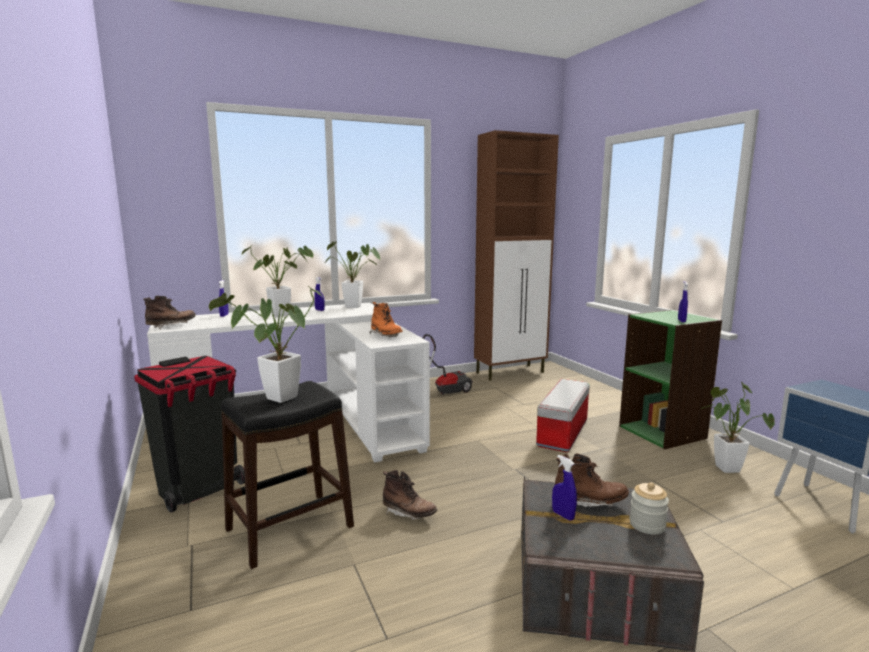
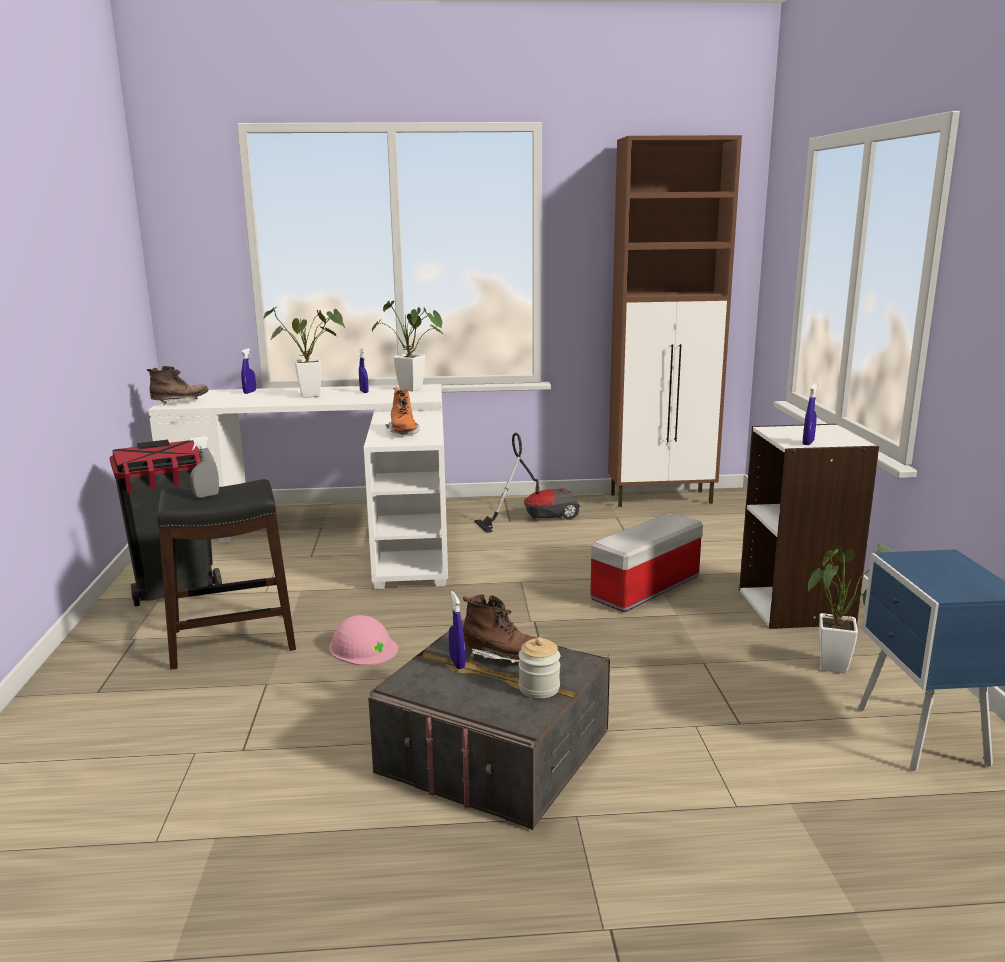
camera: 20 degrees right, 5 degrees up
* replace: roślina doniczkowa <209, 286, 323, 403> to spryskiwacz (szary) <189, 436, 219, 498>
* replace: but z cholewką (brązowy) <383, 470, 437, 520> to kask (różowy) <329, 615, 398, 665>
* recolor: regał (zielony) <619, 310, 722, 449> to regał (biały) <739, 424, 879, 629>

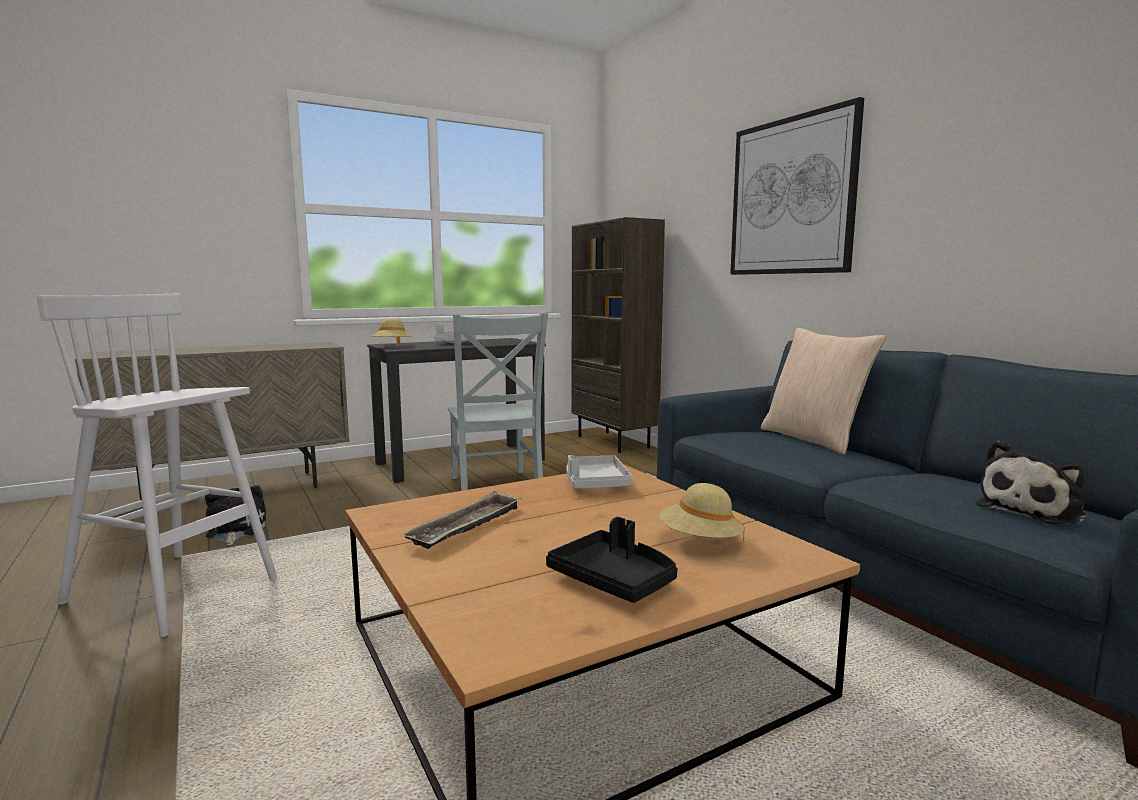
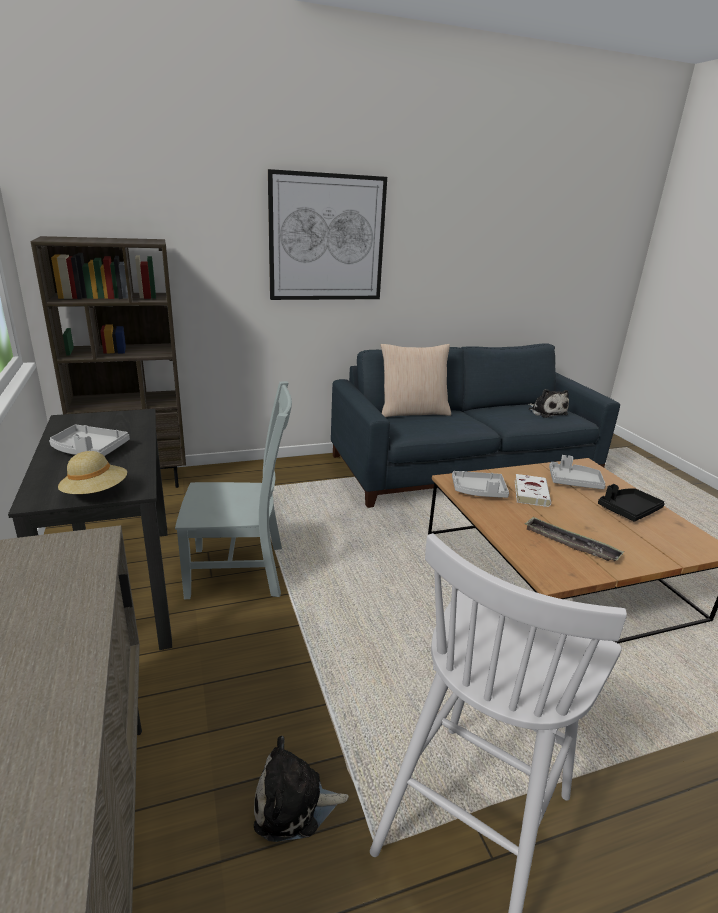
camera: 80 degrees left, 15 degrees up
* replace: kapelusz (beżowy) <659, 483, 745, 543> to taca (szary) <549, 455, 606, 489>
* insert: książka (biały) <515, 474, 551, 507>

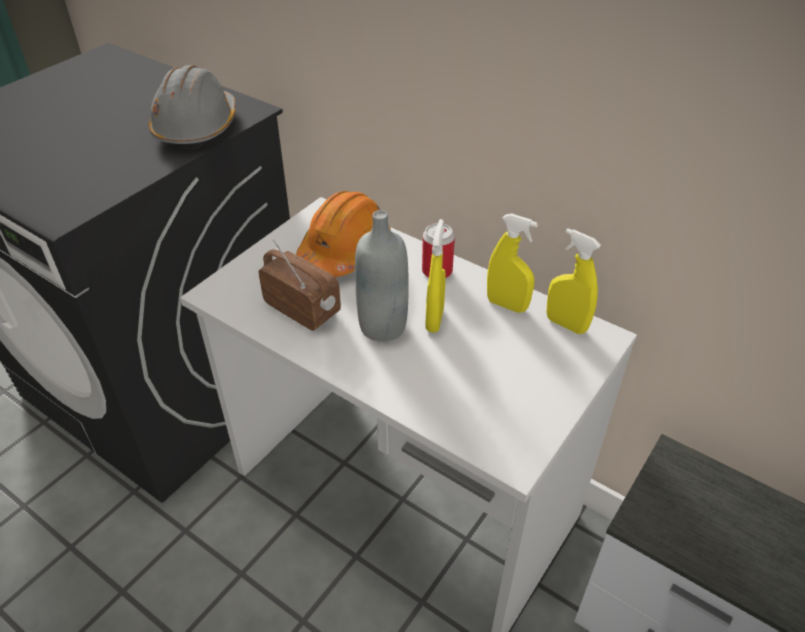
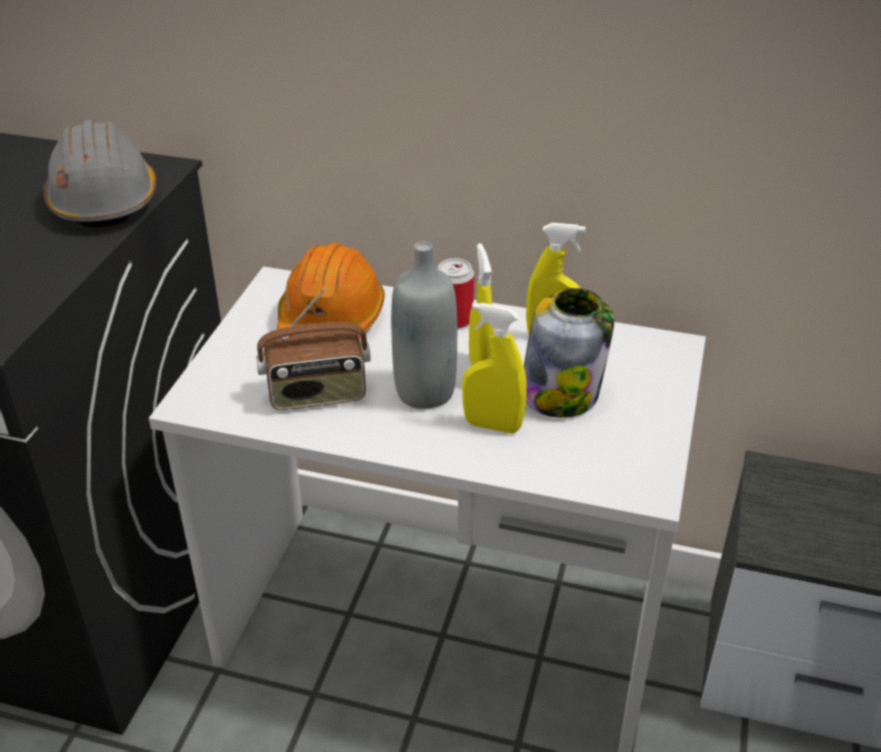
camera: 20 degrees left, 5 degrees down
* rotate: radio <259, 240, 341, 331> = <256, 288, 371, 410> 150 degrees clockwise
* move: spryskiwacz (żółty) <547, 228, 601, 334> to <462, 302, 527, 434>
* insert: słoik <524, 288, 615, 418>

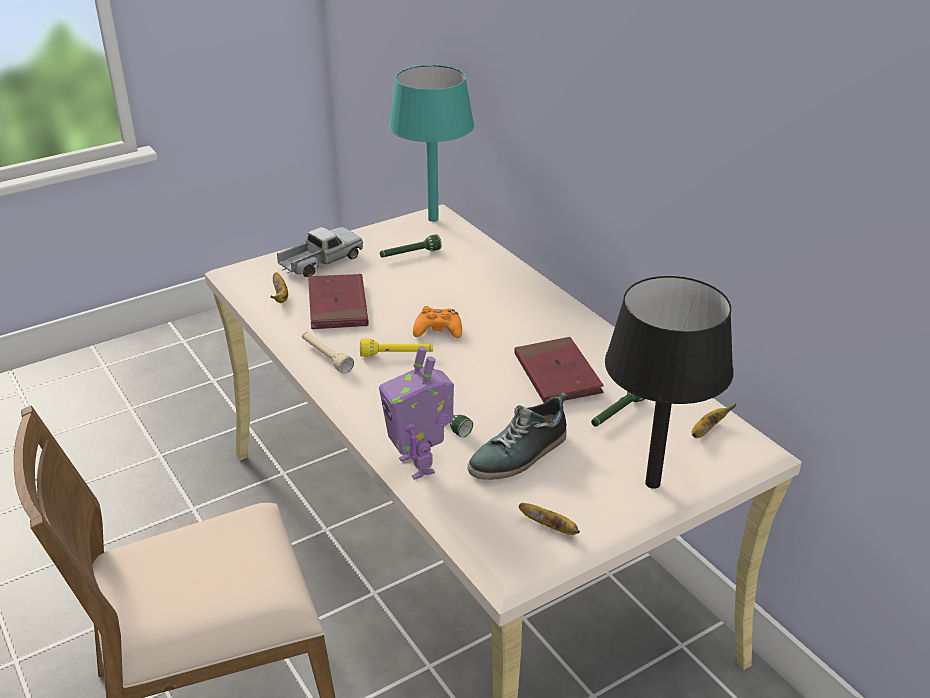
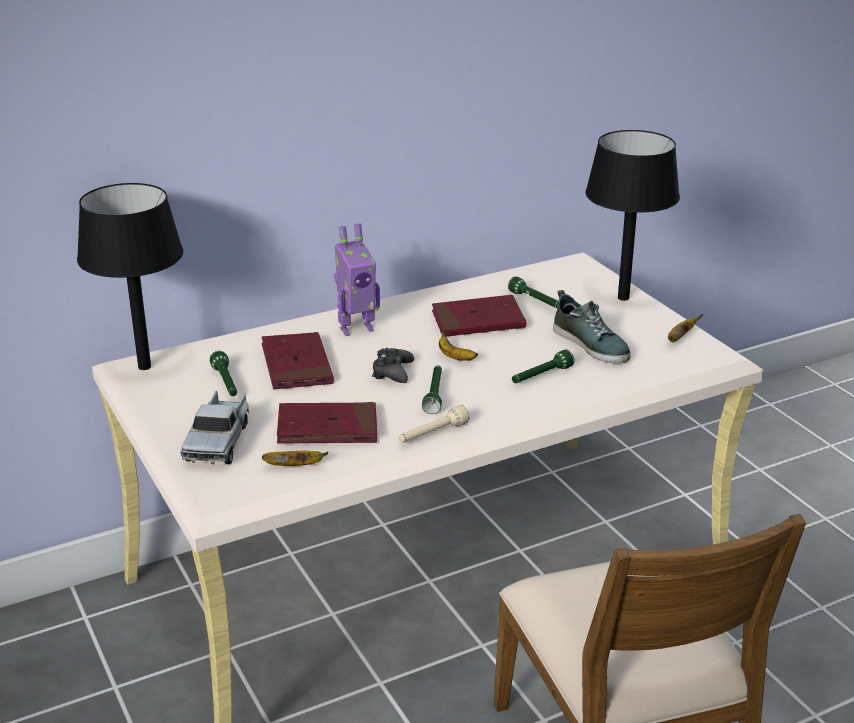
camera: 85 degrees left, 5 degrees down
* rotate: ciężarówka zabawkowa <277, 227, 363, 277> = <180, 391, 249, 464> 135 degrees counterclockwise
* recolor: latarka (żółty) <360, 338, 433, 357> to latarka (zielony) <422, 365, 442, 414>
* move: robot zabawkowy <379, 346, 454, 480> to <334, 224, 380, 336>
* recolor: lampa stołowa (turkusowy) <389, 65, 474, 222> to lampa stołowa (czarny) <77, 183, 183, 370>
* recolor: pad do gier (pomarańczowy) <413, 306, 462, 338> to pad do gier (czarny) <372, 348, 414, 383>
* move: banan <692, 404, 737, 438> to <439, 328, 478, 361>
* insert: książka (czerwony) <262, 332, 334, 389>

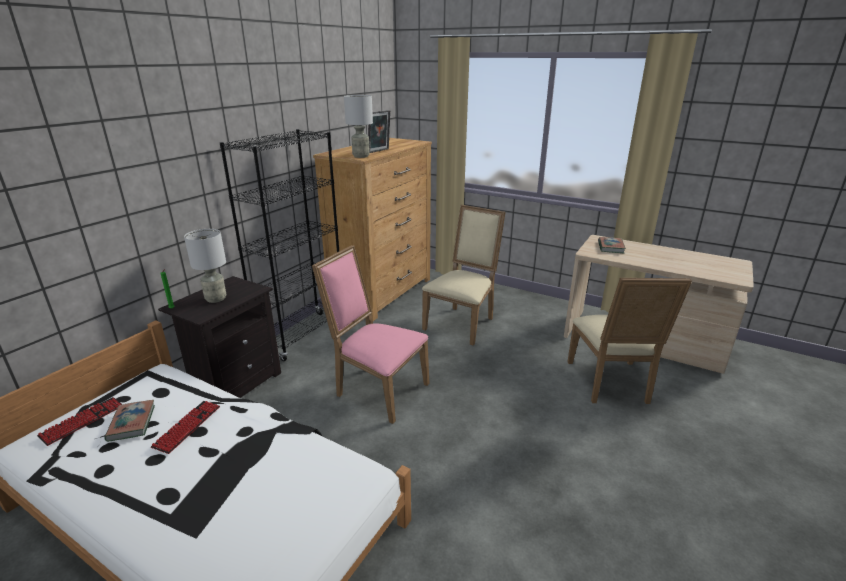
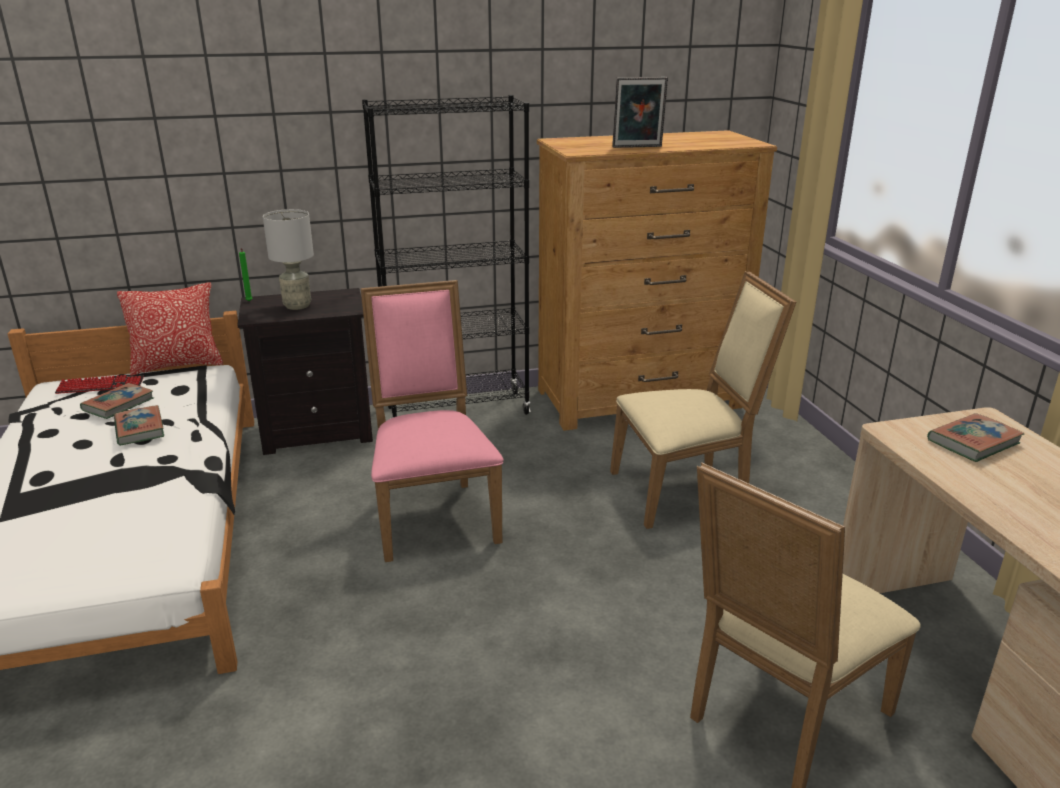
camera: 45 degrees right, 0 degrees up
* replace: klawiatura <151, 401, 220, 454> to książka <114, 405, 164, 446>
* delete: lampa stołowa (szary) <344, 95, 373, 158>
* insert: poduszka <117, 282, 223, 376>

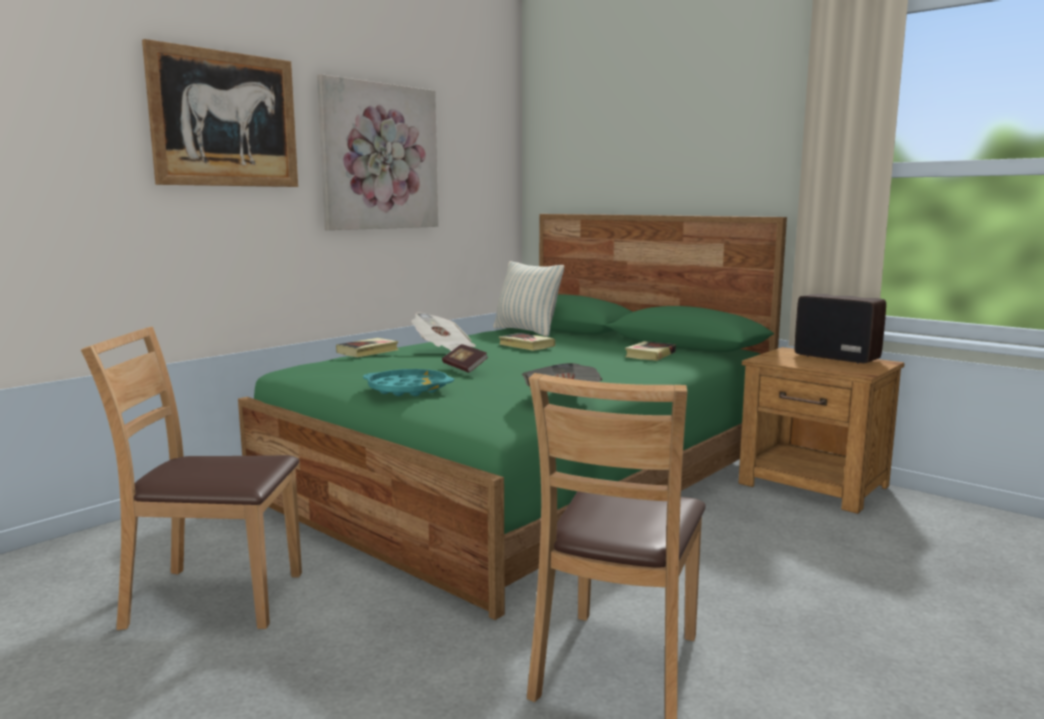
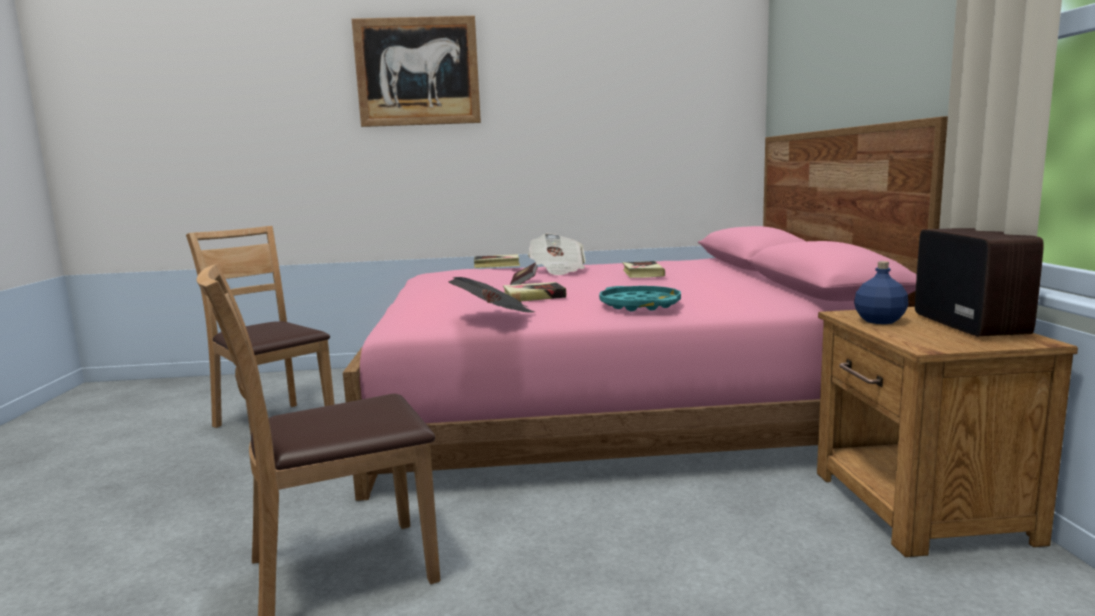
camera: 45 degrees right, 0 degrees up
* recolor: łóżko (zielony) <238, 214, 787, 620> to łóżko (różowy) <343, 116, 948, 501>
* delete: obraz <317, 74, 438, 230>
* move: taca (turkusowy) <363, 369, 454, 396> to <599, 286, 681, 311>
* delete: poduszka <493, 261, 564, 337>
* move: książka <625, 341, 676, 361> to <503, 282, 566, 302>
* insert: butelka (niebieski) <854, 261, 908, 324>

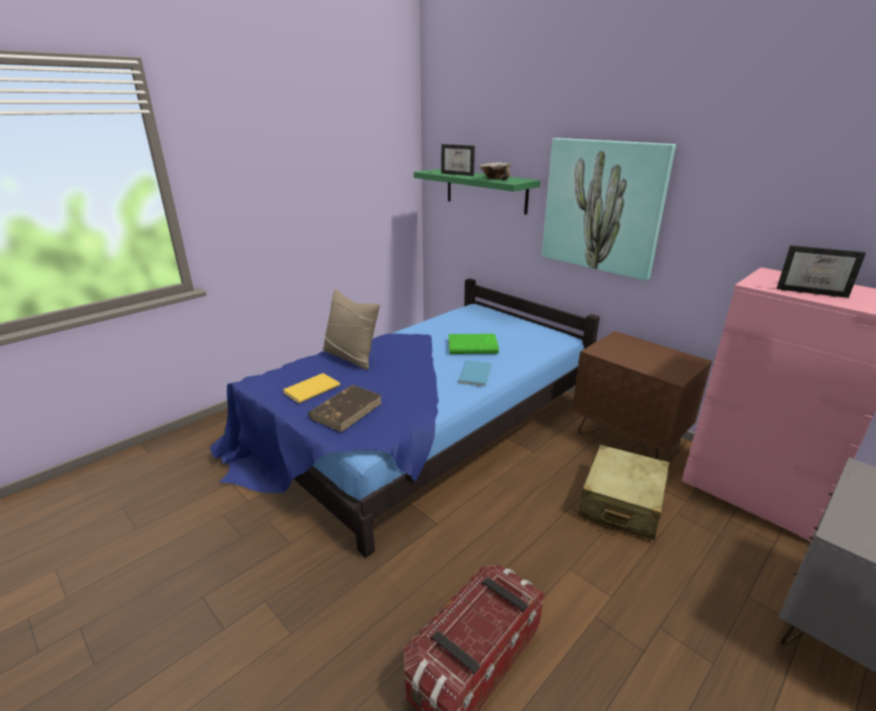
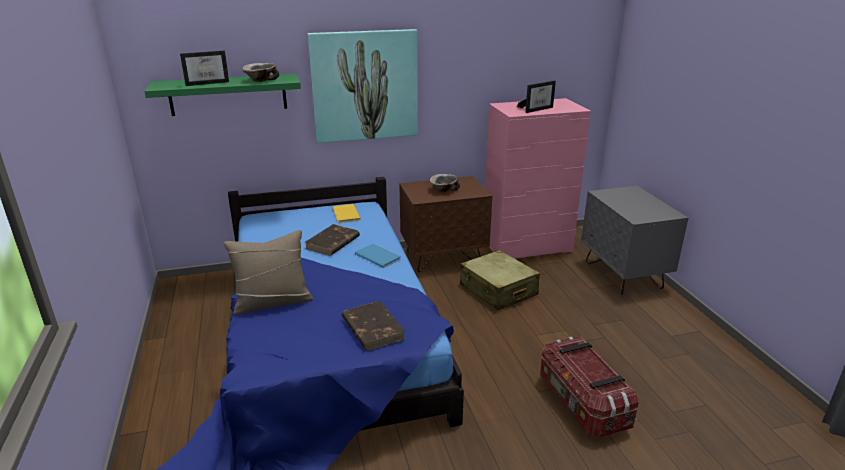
camera: 60 degrees left, 0 degrees up
* move: książka (żółty) <283, 373, 340, 403> to <333, 204, 361, 223>
* recolor: książka (zielony) <448, 334, 499, 354> to książka (brązowy) <305, 224, 360, 256>
* insert: miska <430, 174, 460, 192>

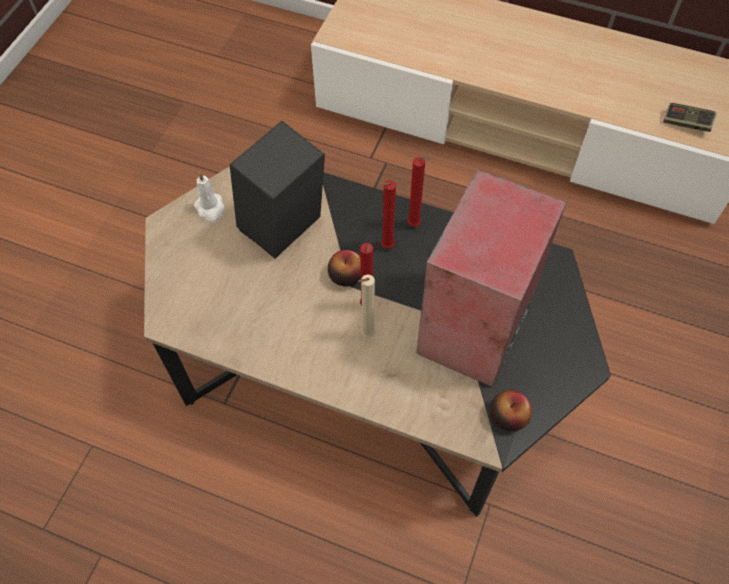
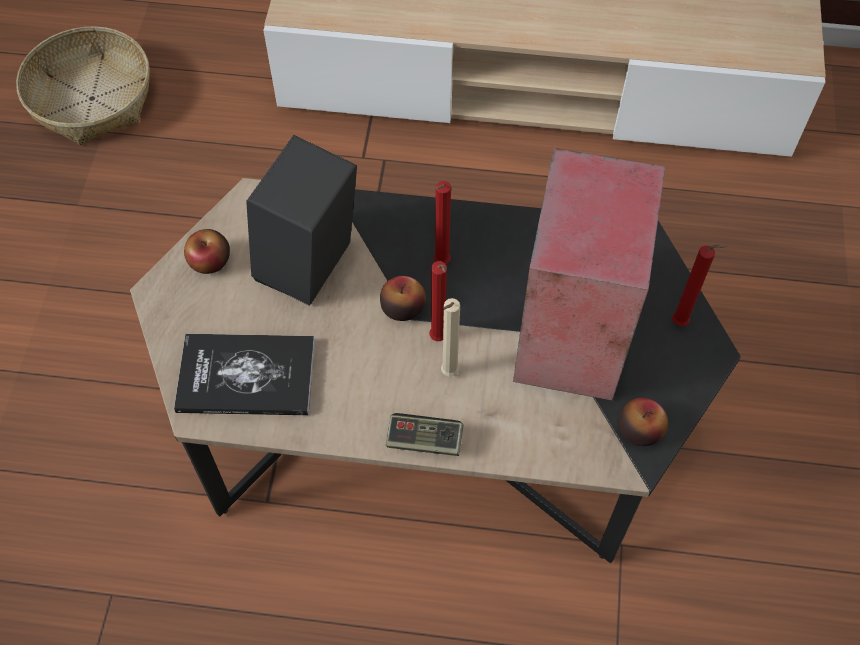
camera: 15 degrees left, 0 degrees up
* replace: świeca (biały) <194, 172, 225, 222> to jabłko <184, 229, 230, 274>
* move: świeca (czerwony) <407, 156, 432, 227> to <672, 244, 728, 326>
* move: pad do gier <663, 103, 716, 132> to <386, 413, 464, 456>
* insert: koszyk <16, 27, 150, 145>
* insert: książka <174, 334, 315, 415>

